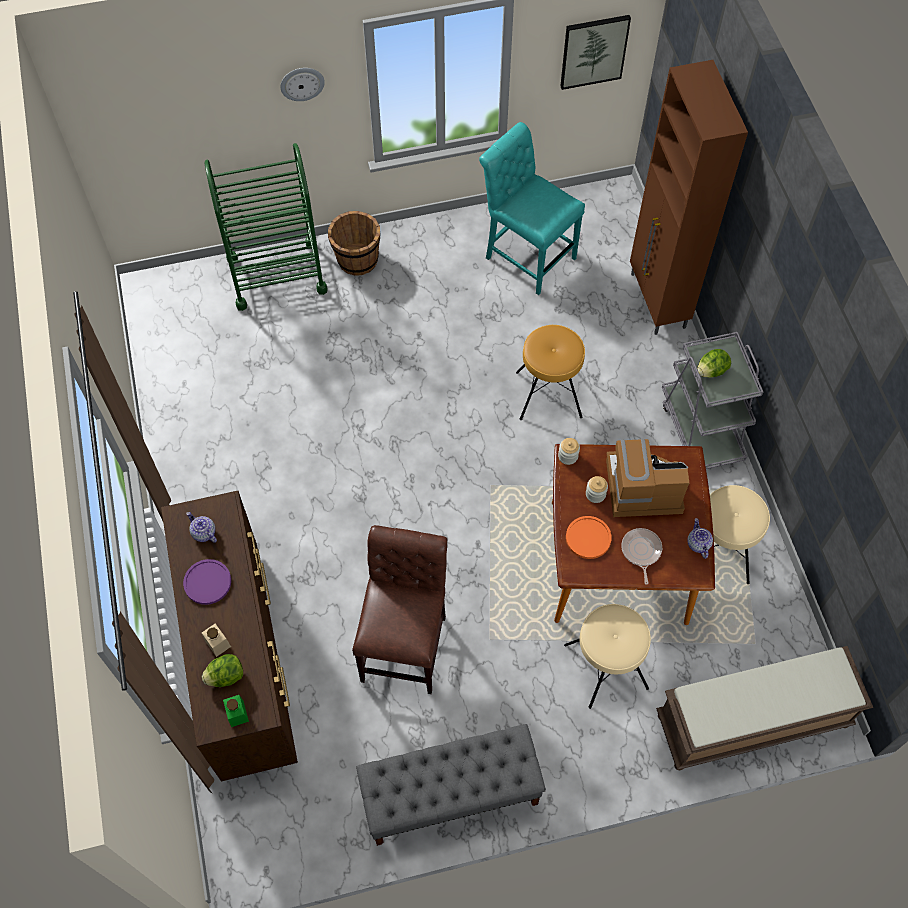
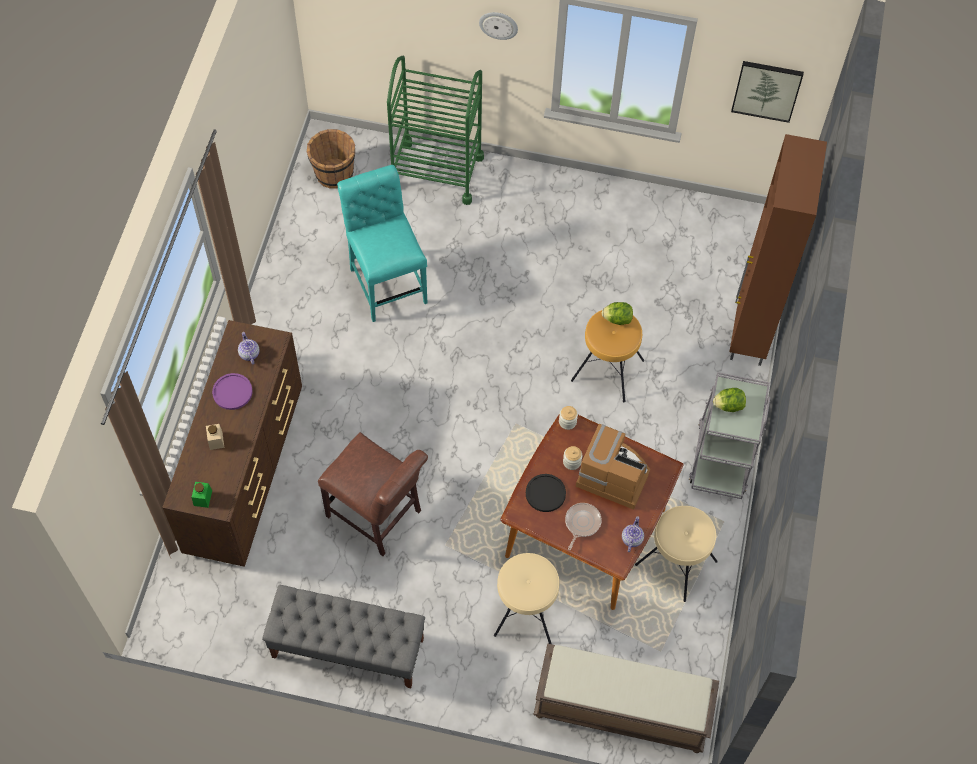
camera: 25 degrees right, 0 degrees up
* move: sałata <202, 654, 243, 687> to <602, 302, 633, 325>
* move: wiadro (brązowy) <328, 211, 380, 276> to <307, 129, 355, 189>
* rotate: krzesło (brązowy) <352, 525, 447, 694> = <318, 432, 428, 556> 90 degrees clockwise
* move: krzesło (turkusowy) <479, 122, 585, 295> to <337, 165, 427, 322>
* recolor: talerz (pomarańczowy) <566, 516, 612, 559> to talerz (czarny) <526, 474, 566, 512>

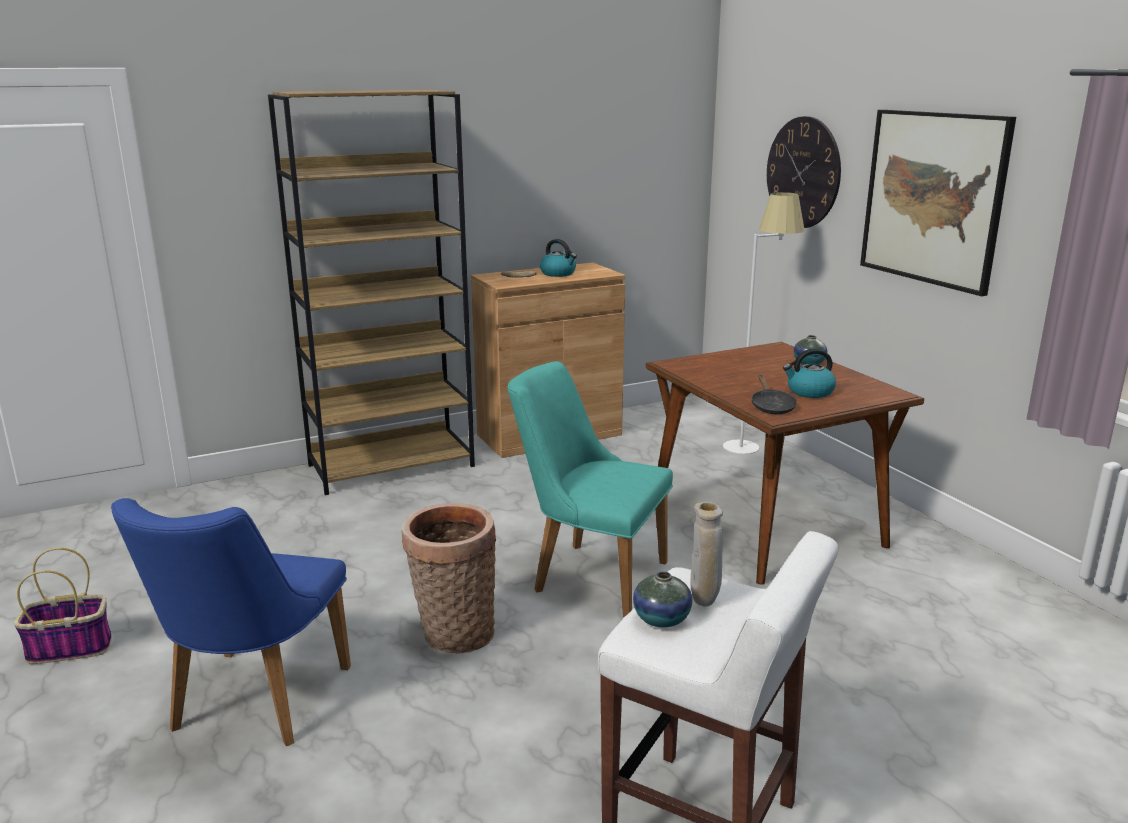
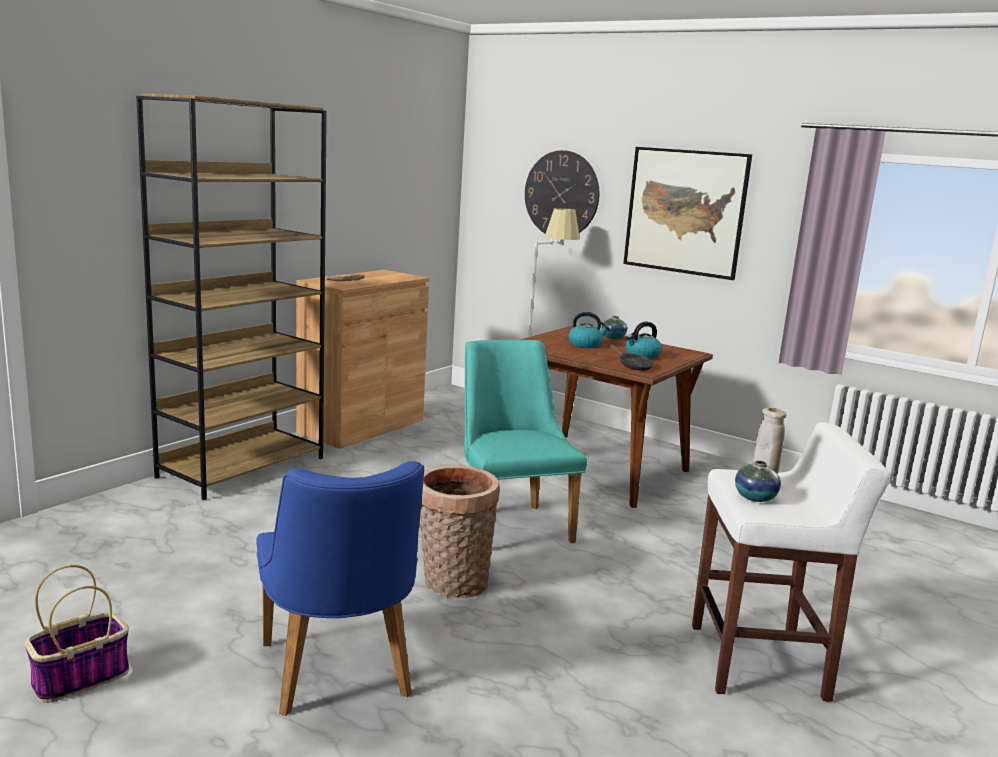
camera: 30 degrees left, 5 degrees down
* rotate: krzesło (turkusowy) <508, 361, 673, 617> = <464, 340, 587, 543> 75 degrees clockwise
* move: czajnik <540, 239, 577, 277> to <568, 312, 610, 348>

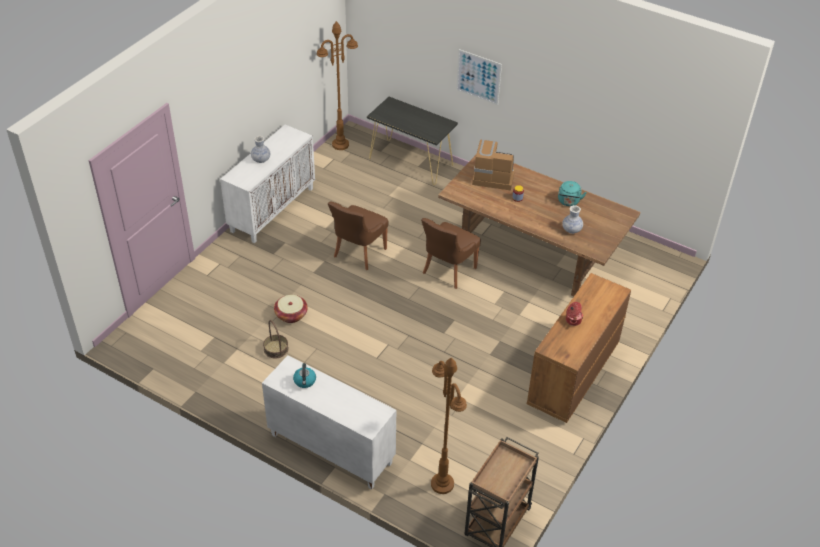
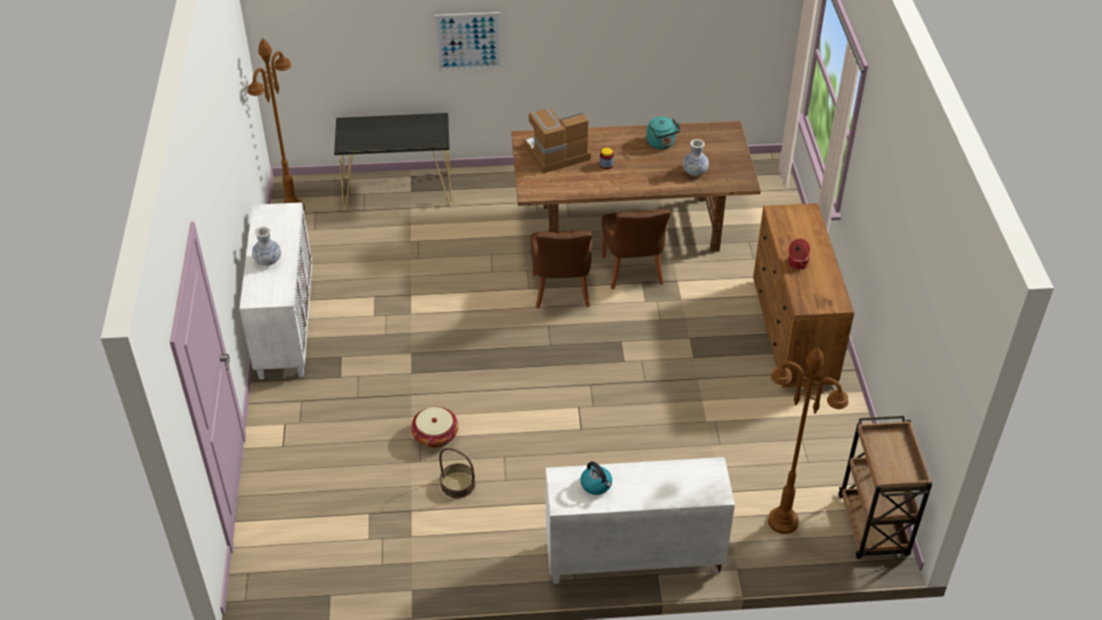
camera: 35 degrees left, 0 degrees up
* move: krzesło (brązowy) <328, 202, 388, 270> to <601, 209, 671, 289>

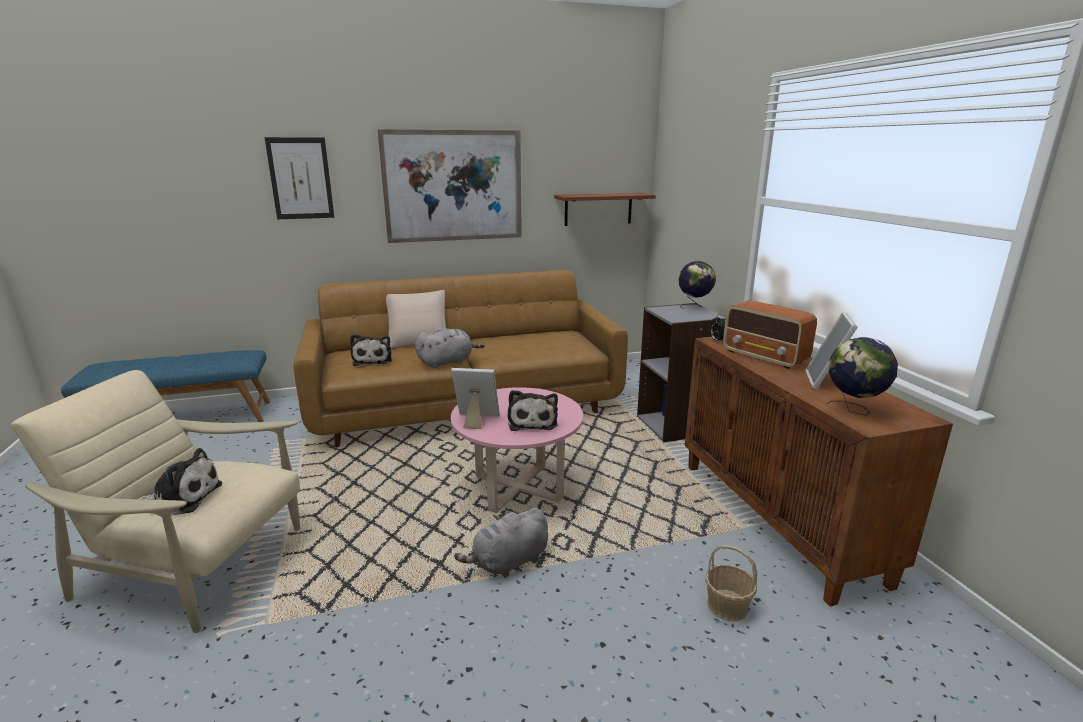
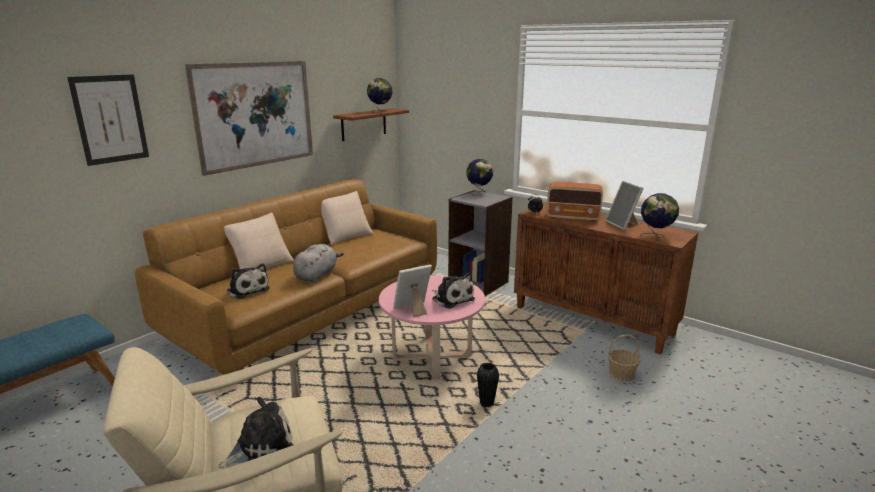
camera: 35 degrees left, 0 degrees up
* replace: pluszak (szary) <454, 508, 548, 578> to wazon (czarny) <477, 363, 499, 407>
* insert: poduszka (beżowy) <321, 191, 374, 245>
* insert: globus <367, 78, 393, 112>

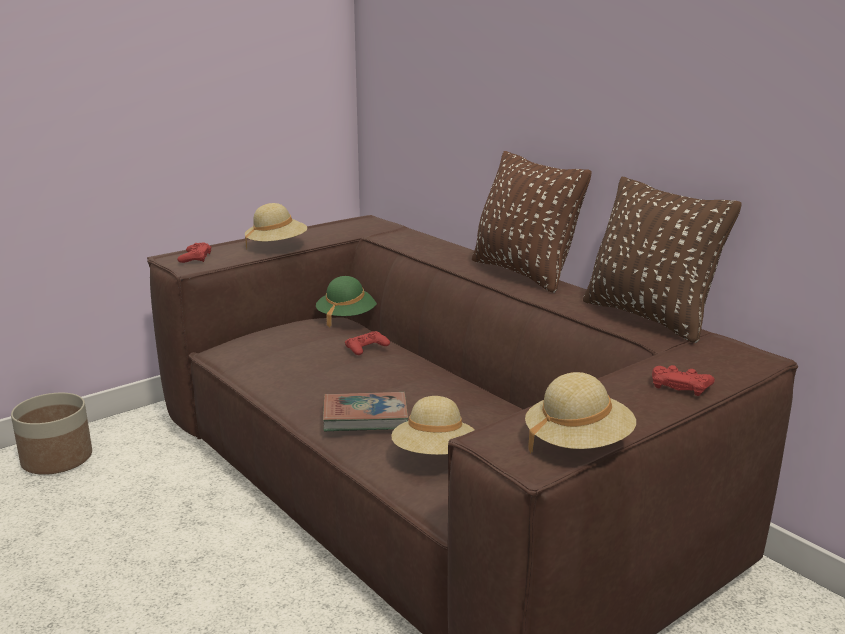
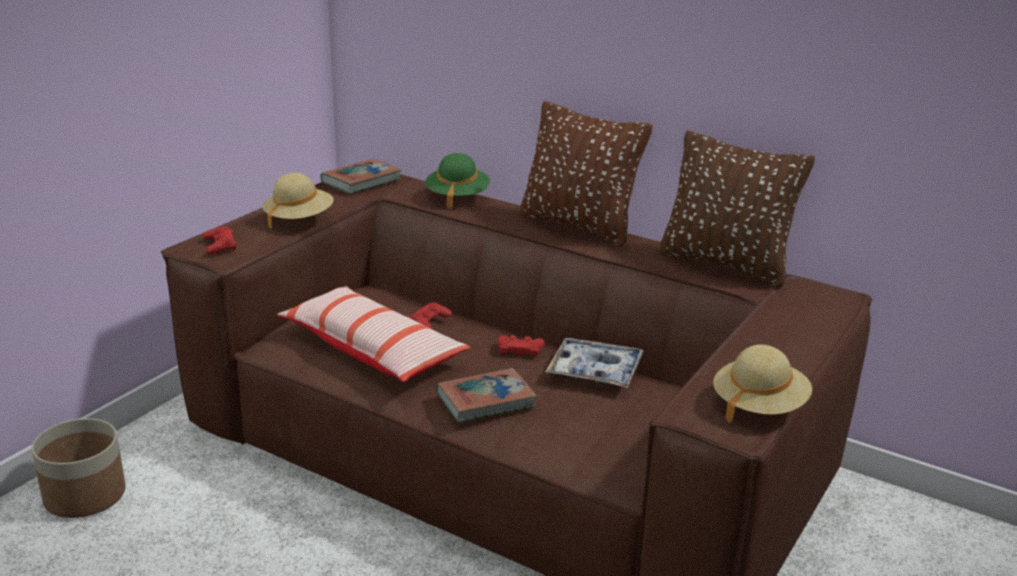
camera: 20 degrees left, 5 degrees up
* move: kapelusz (zielony) <316, 276, 377, 327> to <425, 153, 490, 209>
* delete: kapelusz (beżowy) <391, 396, 474, 455>
* move: pad do gier (czerwony) <652, 365, 715, 396> to <498, 335, 545, 357>
* insert: poduszka <277, 286, 470, 382>
* insert: książka <320, 159, 402, 194>
* insert: taca <545, 338, 644, 388>

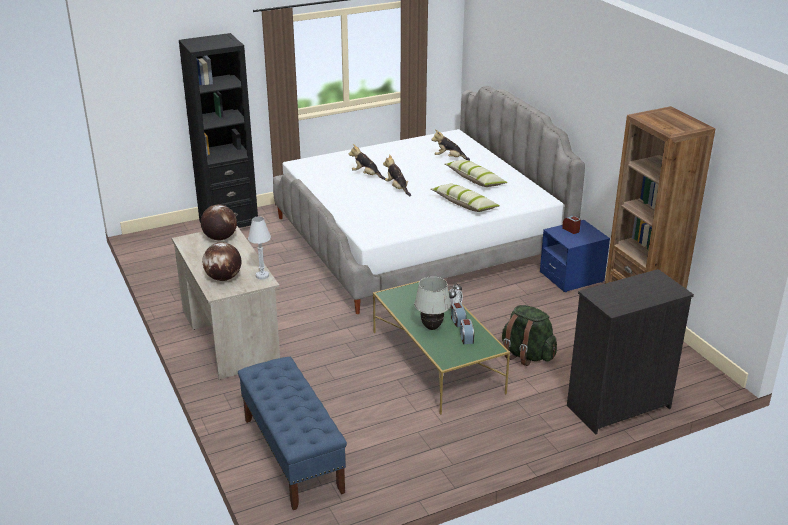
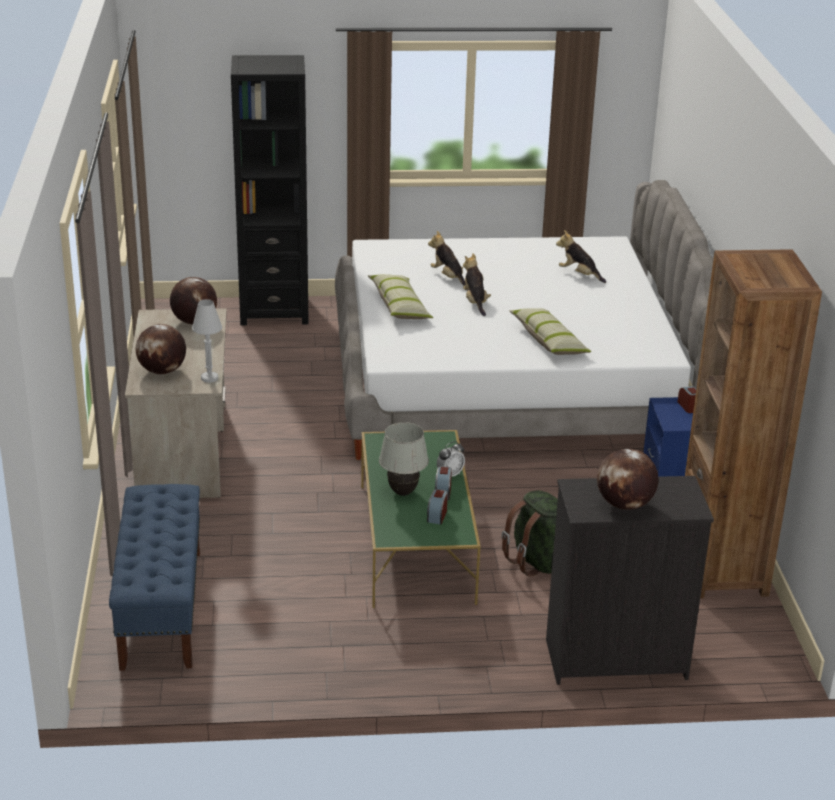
camera: 20 degrees right, 0 degrees up
* move: poduszka <445, 160, 508, 187> to <368, 274, 433, 319>
* insert: globus <597, 449, 659, 510>

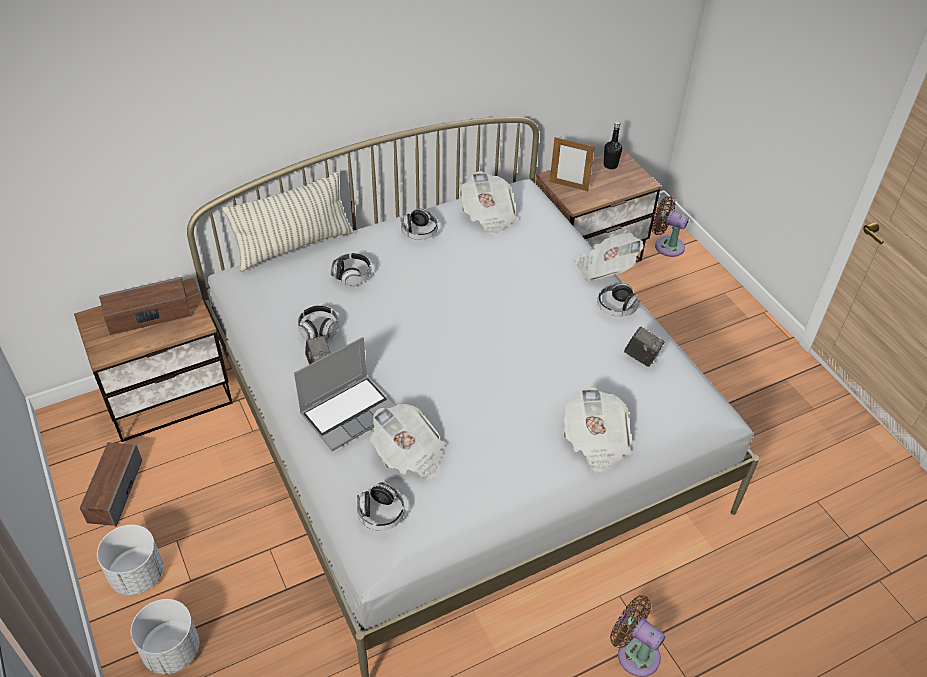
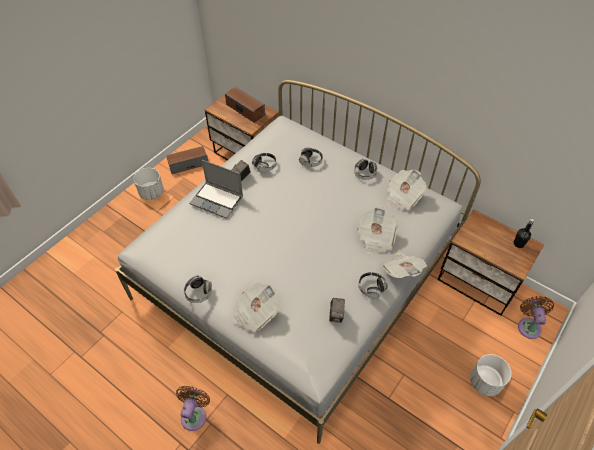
camera: 65 degrees right, 5 degrees up
* move: donica (biały) <131, 599, 199, 674> to <470, 354, 511, 396>
* delete: poduszka <223, 171, 354, 271>
* move: słuchawki <357, 482, 405, 531> to <184, 275, 212, 303>
* move: gazeta <370, 404, 445, 480> to <357, 207, 398, 255>
* delete: ramka na zdjęcie <550, 137, 595, 191>

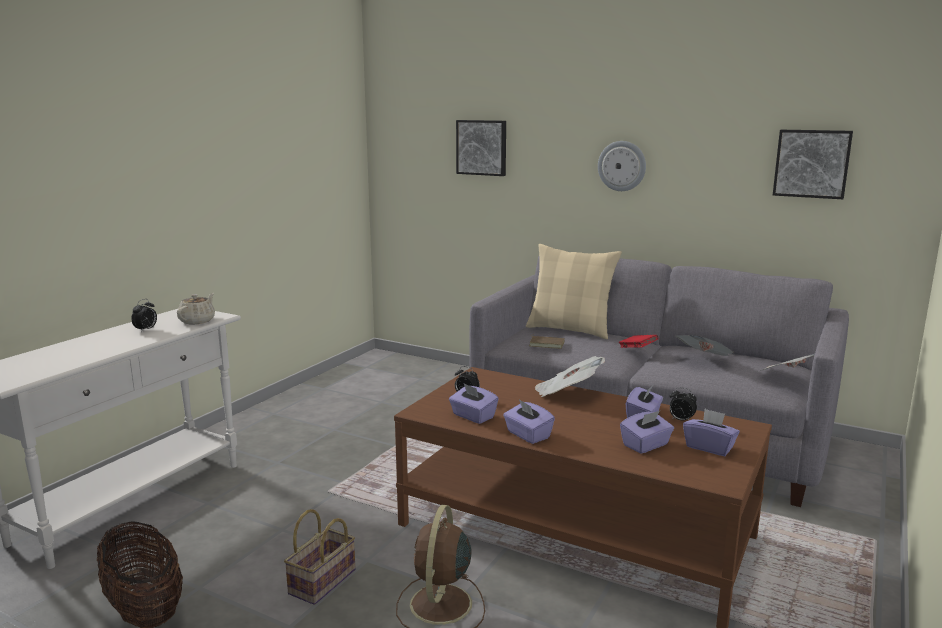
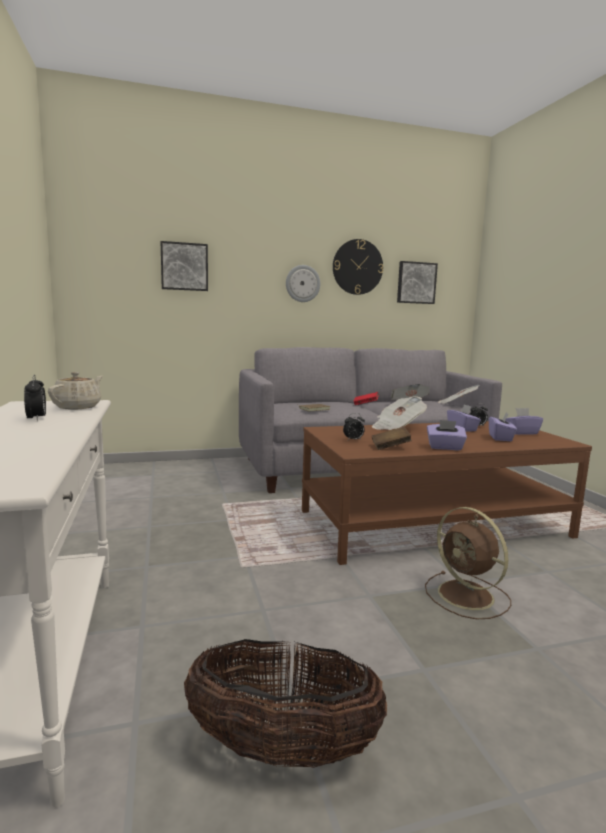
camera: 45 degrees left, 5 degrees down
* rotate: imbryk (beżowy) <177, 293, 215, 325> = <48, 372, 103, 410> 45 degrees clockwise
* delete: koszyk <284, 509, 355, 605>
* replace: pudełko chusteczek (fioletowy) <449, 383, 499, 424> to książka (brązowy) <372, 427, 412, 450>
* delete: poduszka (beżowy) <526, 244, 622, 339>
* insert: zegar ścienny <333, 239, 383, 295>

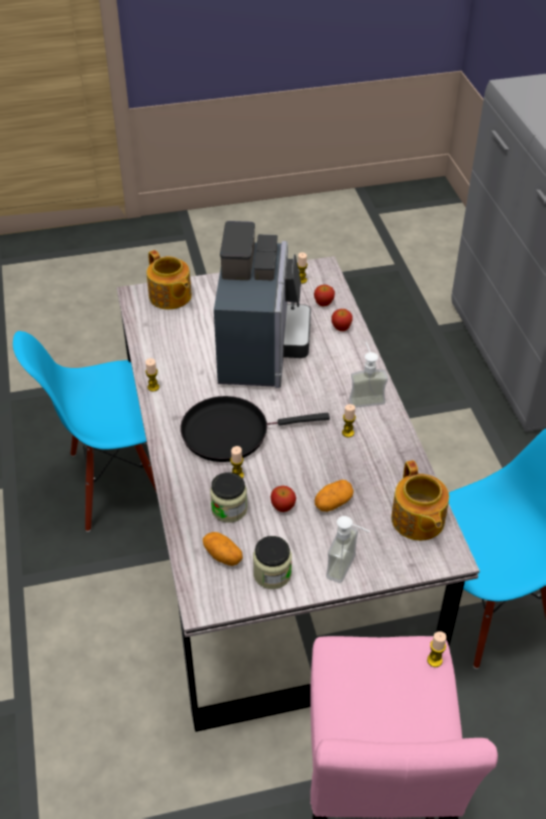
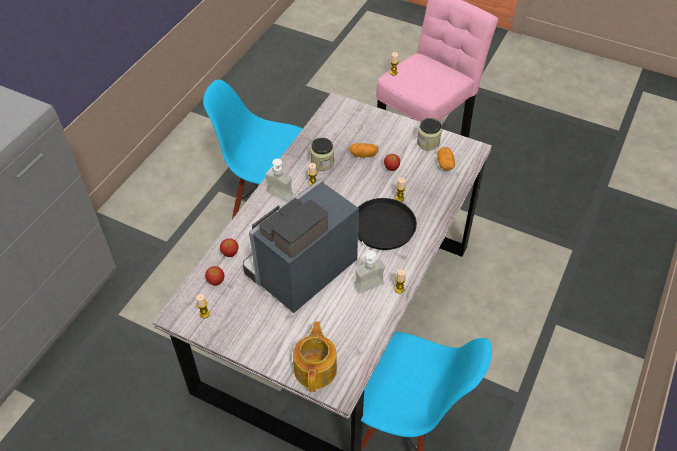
camera: 140 degrees left, 5 degrees up
* move: słoik <210, 472, 247, 523> to <310, 138, 334, 171>
* move: dozownik mydła <326, 516, 370, 583> to <354, 241, 385, 293>
* delete: imbryk <391, 460, 449, 541>

